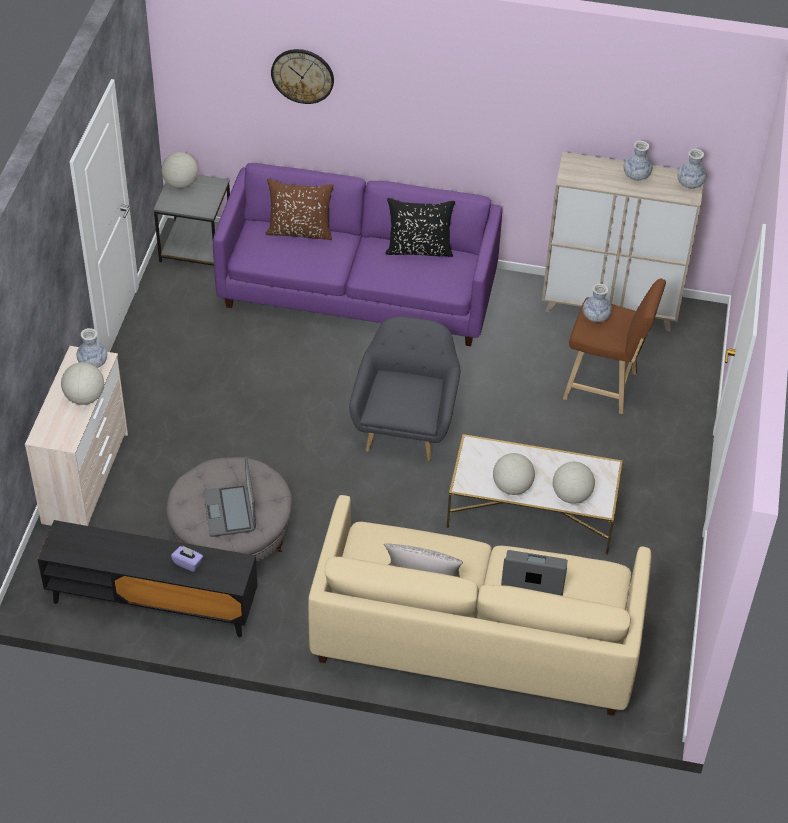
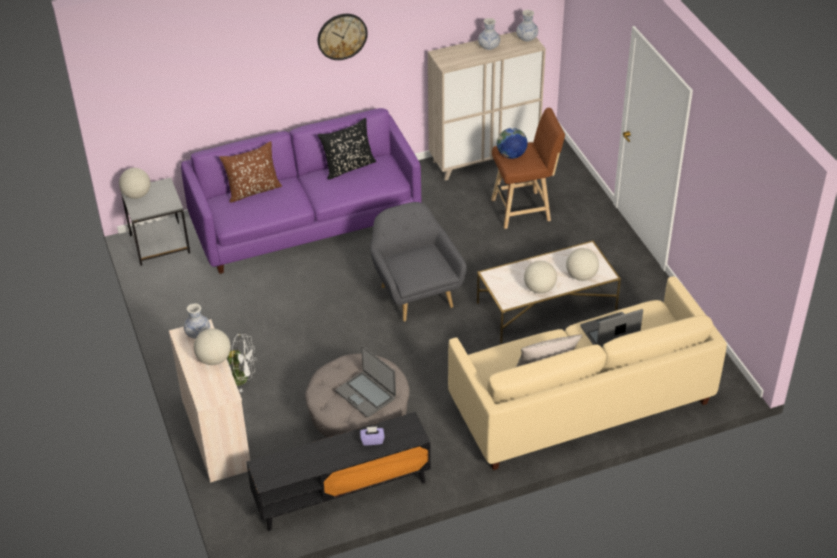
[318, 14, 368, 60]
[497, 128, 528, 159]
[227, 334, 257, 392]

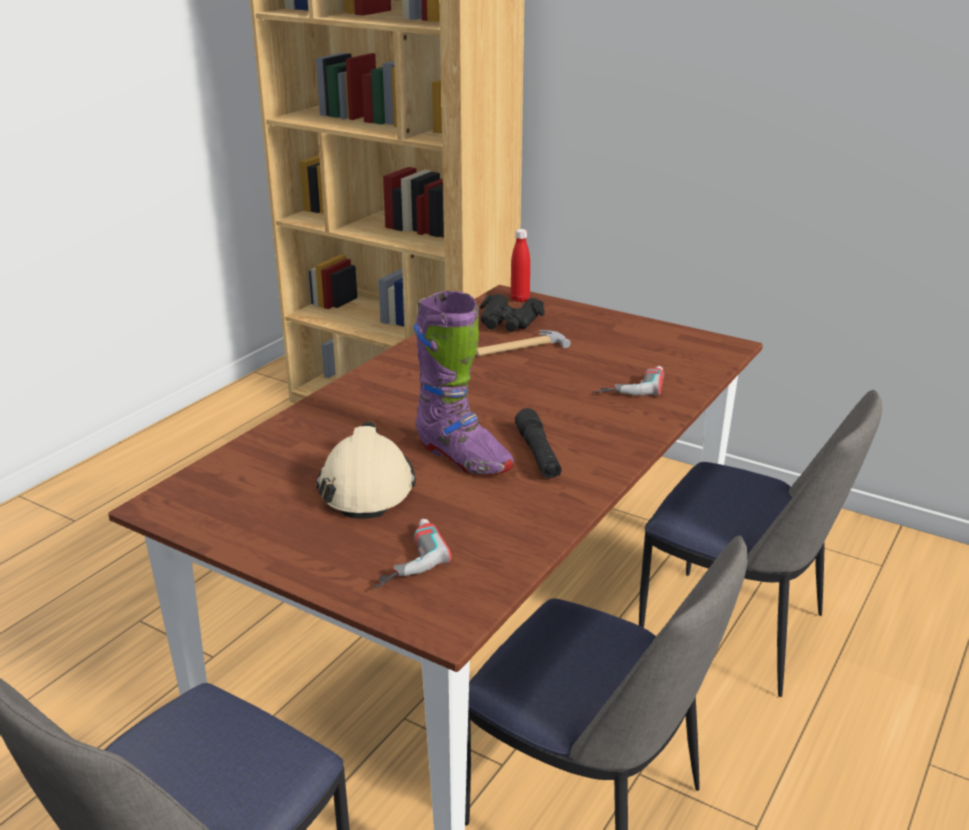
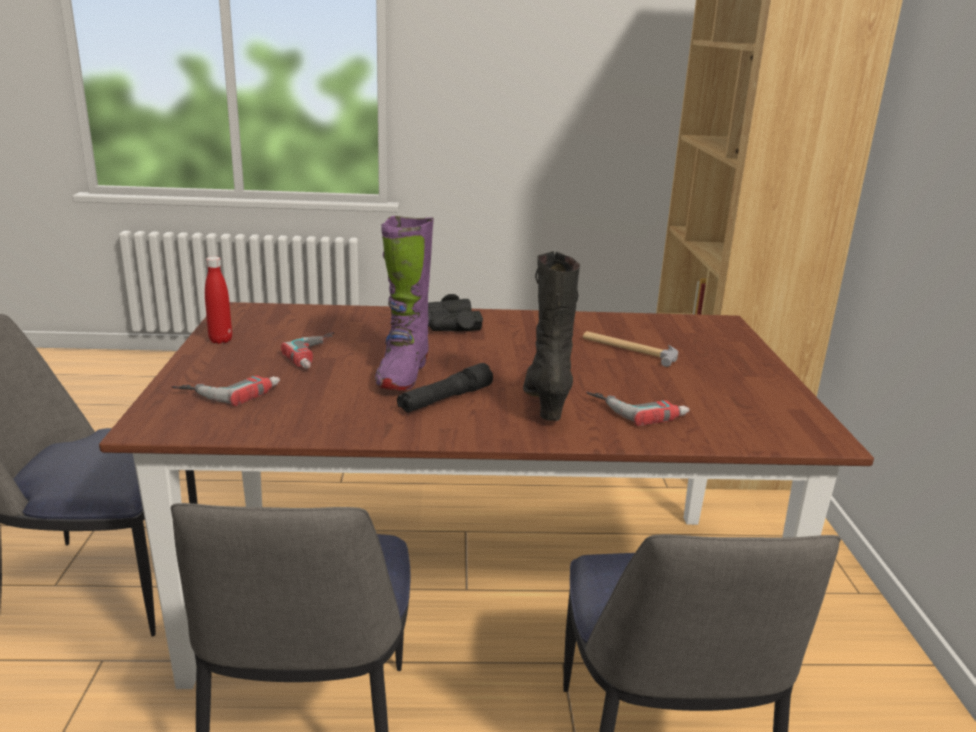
[281, 332, 335, 369]
[428, 294, 483, 331]
[205, 257, 232, 344]
[523, 251, 580, 421]

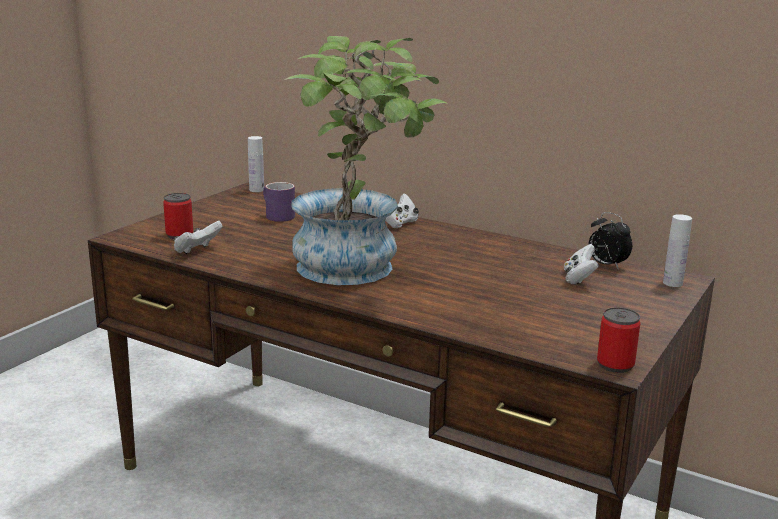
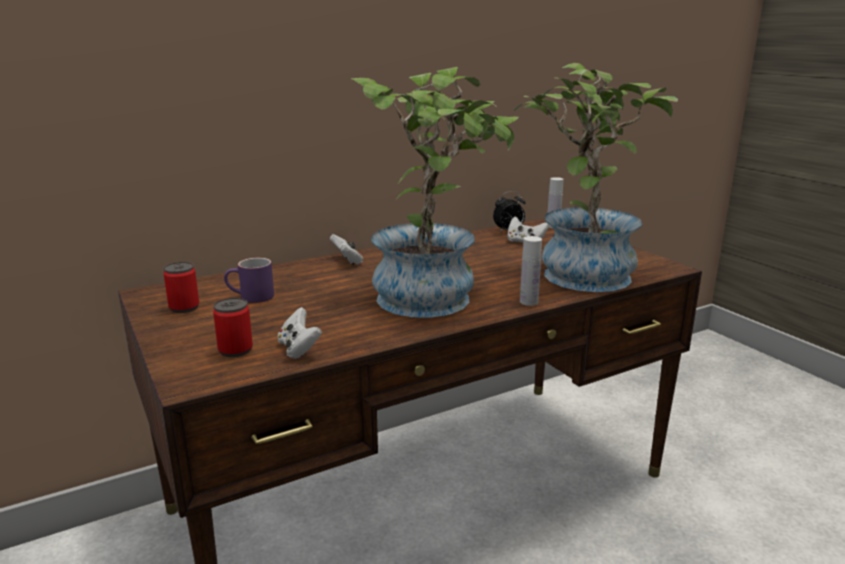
[520, 236, 542, 306]
[164, 262, 199, 313]
[514, 63, 678, 292]

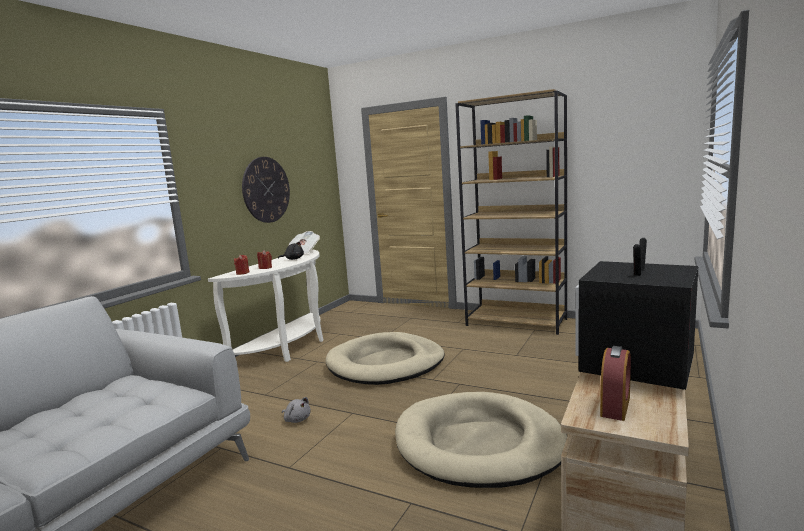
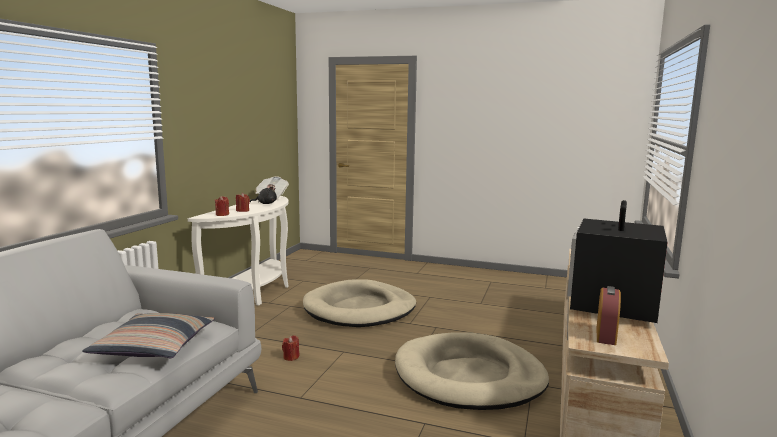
[242, 157, 290, 223] (first image)
[282, 335, 299, 361]
[456, 89, 567, 335] (first image)
[82, 313, 214, 358]

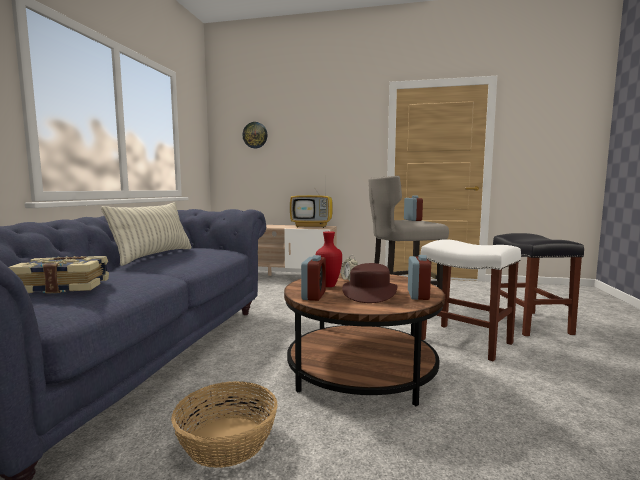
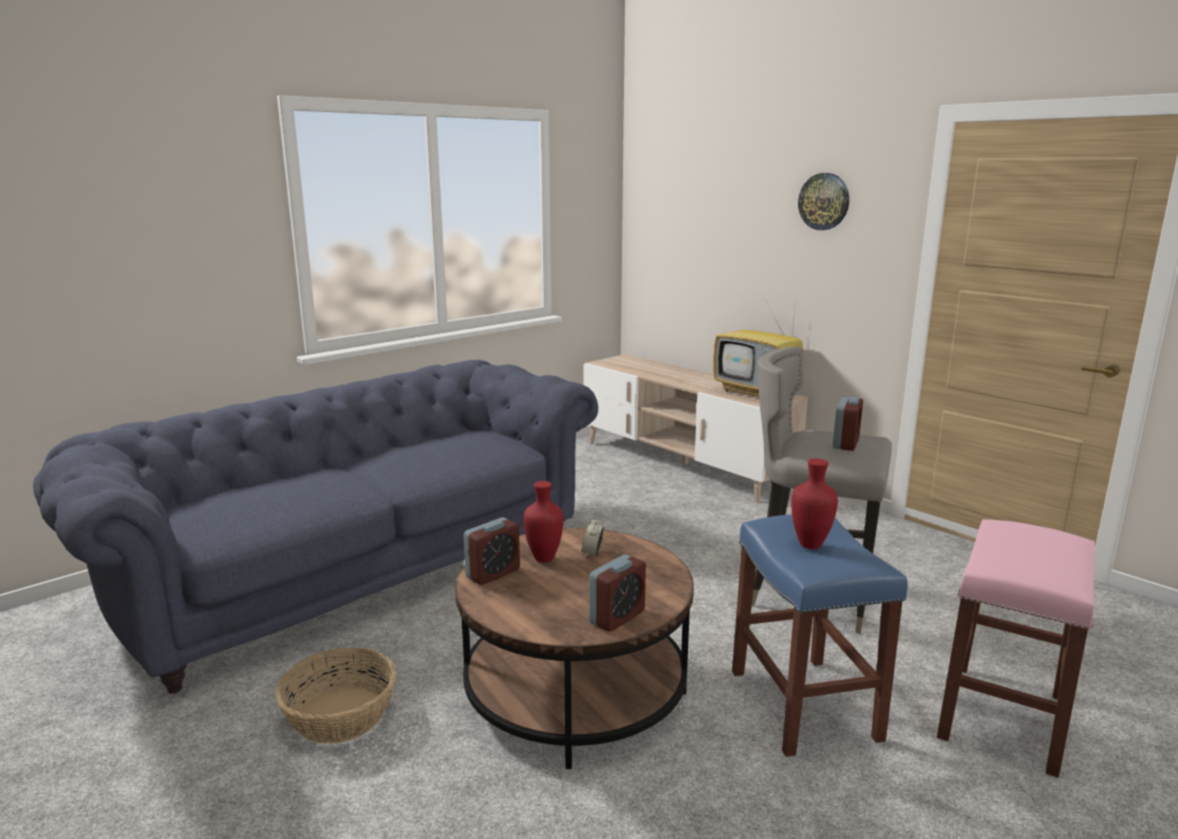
[9, 256, 109, 294] (first image)
[101, 202, 192, 266] (first image)
[798, 173, 849, 230]
[342, 263, 397, 303] (first image)
[732, 514, 908, 757]
[937, 519, 1095, 778]
[791, 458, 838, 549]

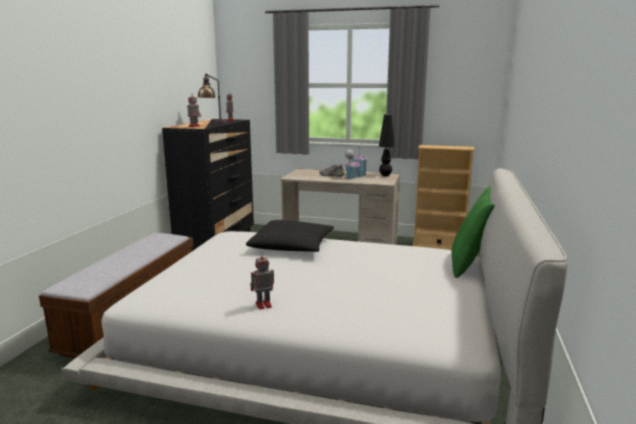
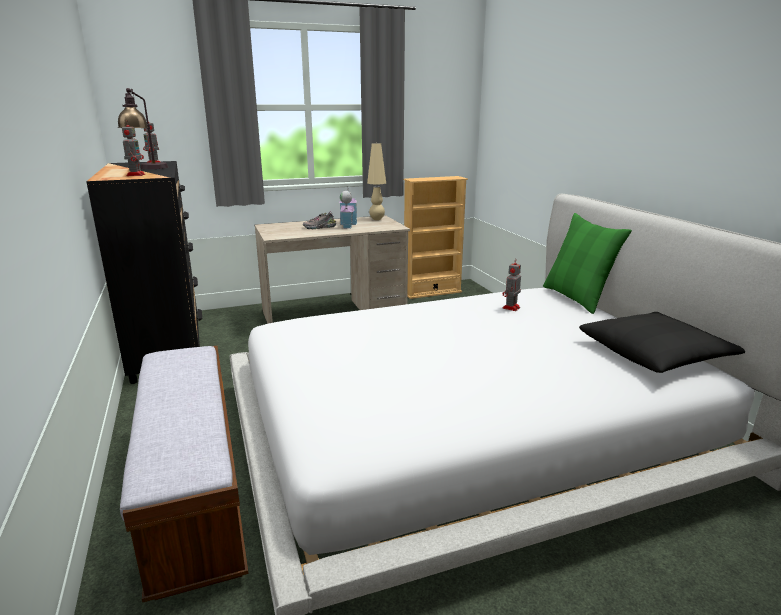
[579, 312, 745, 373]
[503, 258, 521, 311]
[367, 143, 386, 220]

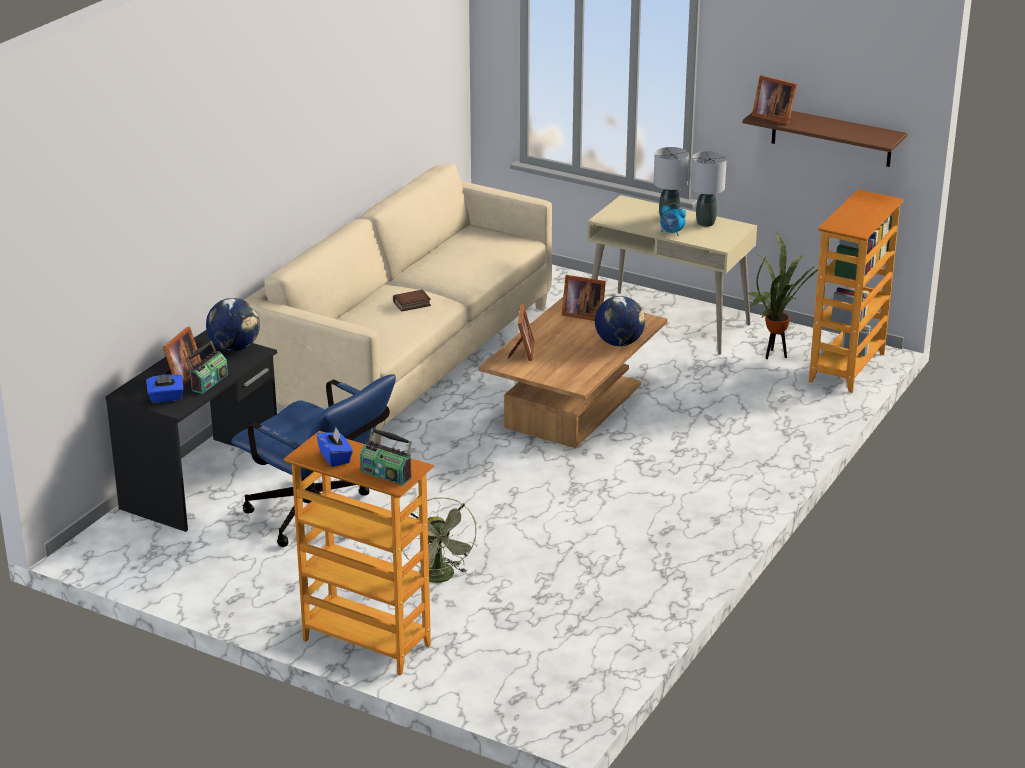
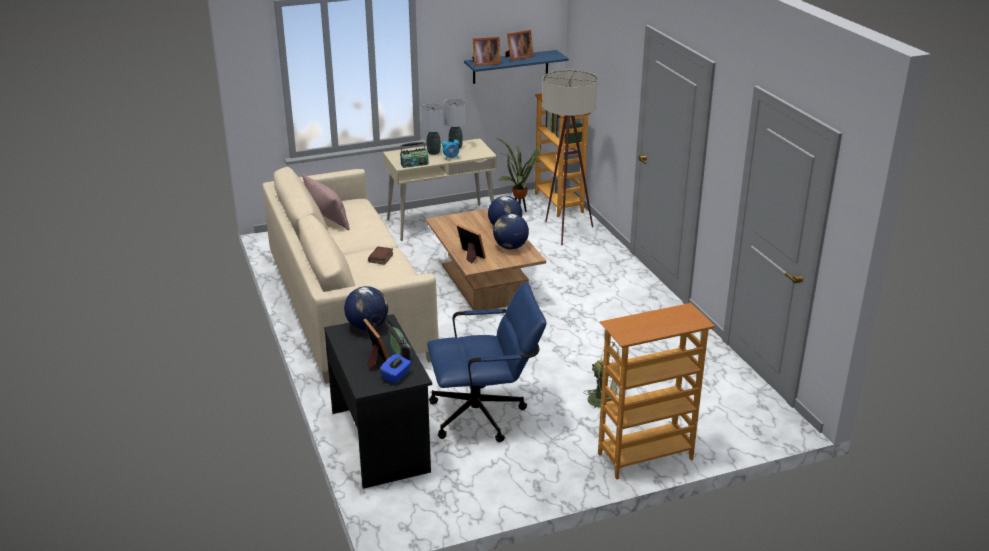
[317, 428, 353, 467] (first image)
[400, 142, 428, 168]
[505, 30, 534, 61]
[464, 50, 569, 84]
[302, 174, 350, 230]
[493, 214, 529, 249]
[543, 70, 598, 245]

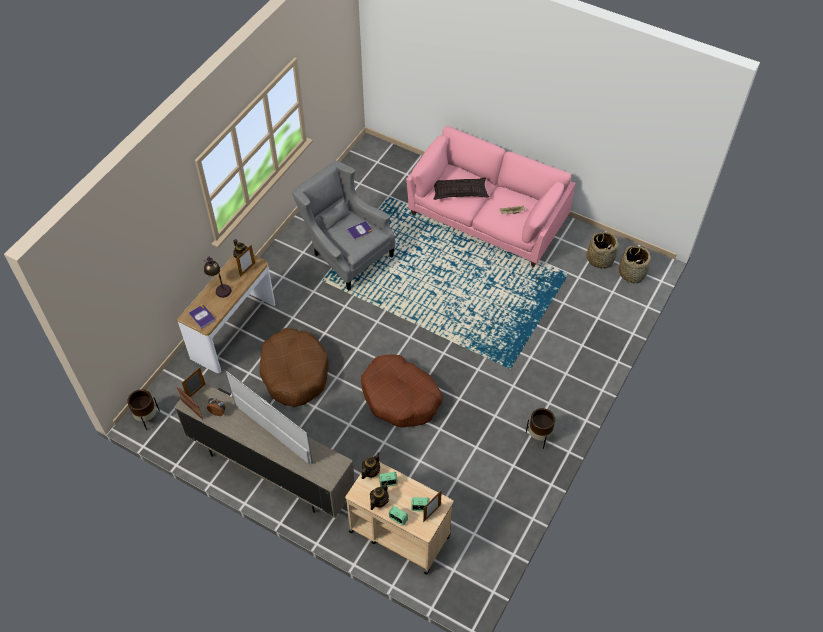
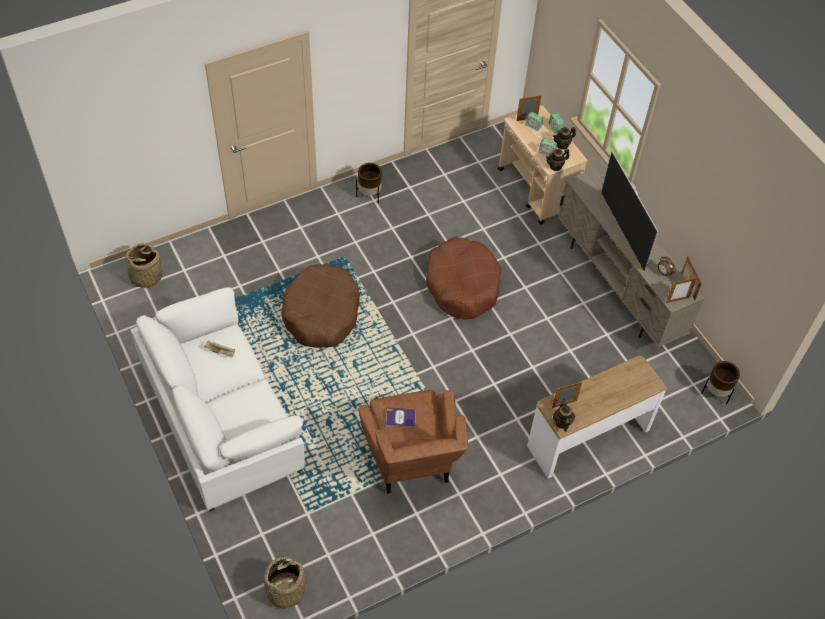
[188, 305, 215, 329] (first image)
[204, 257, 231, 298] (first image)
[281, 264, 360, 348]
[358, 390, 468, 494]
[131, 287, 305, 512]
[434, 177, 489, 200] (first image)
[264, 557, 305, 609]

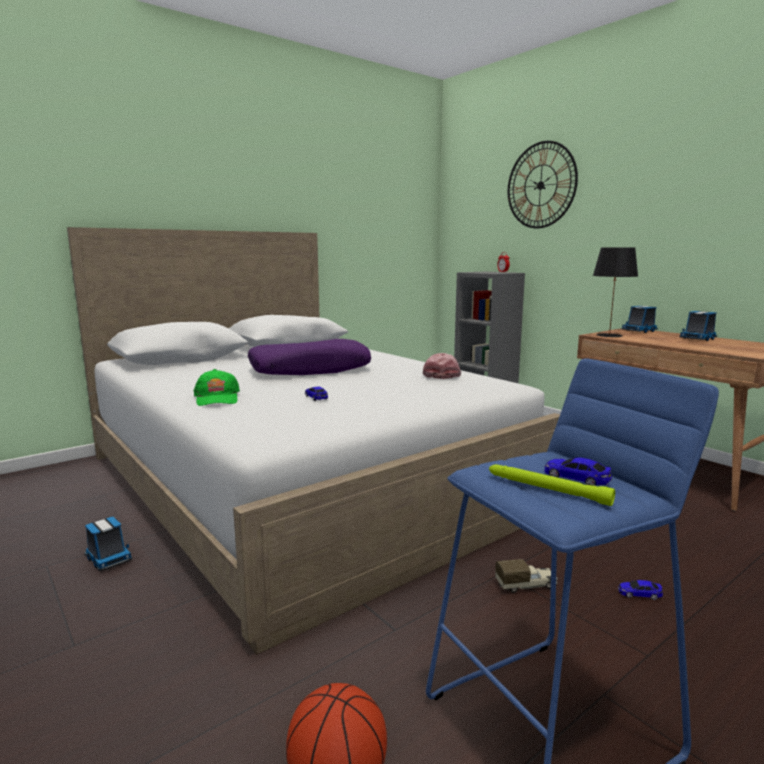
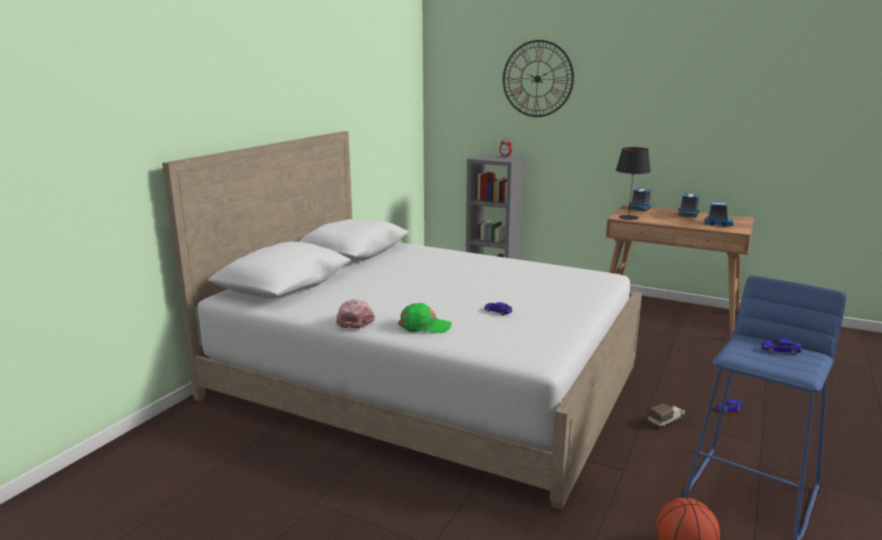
[704, 201, 734, 227]
[398, 303, 452, 333]
[248, 339, 371, 375] (first image)
[336, 299, 375, 329]
[489, 464, 615, 506] (first image)

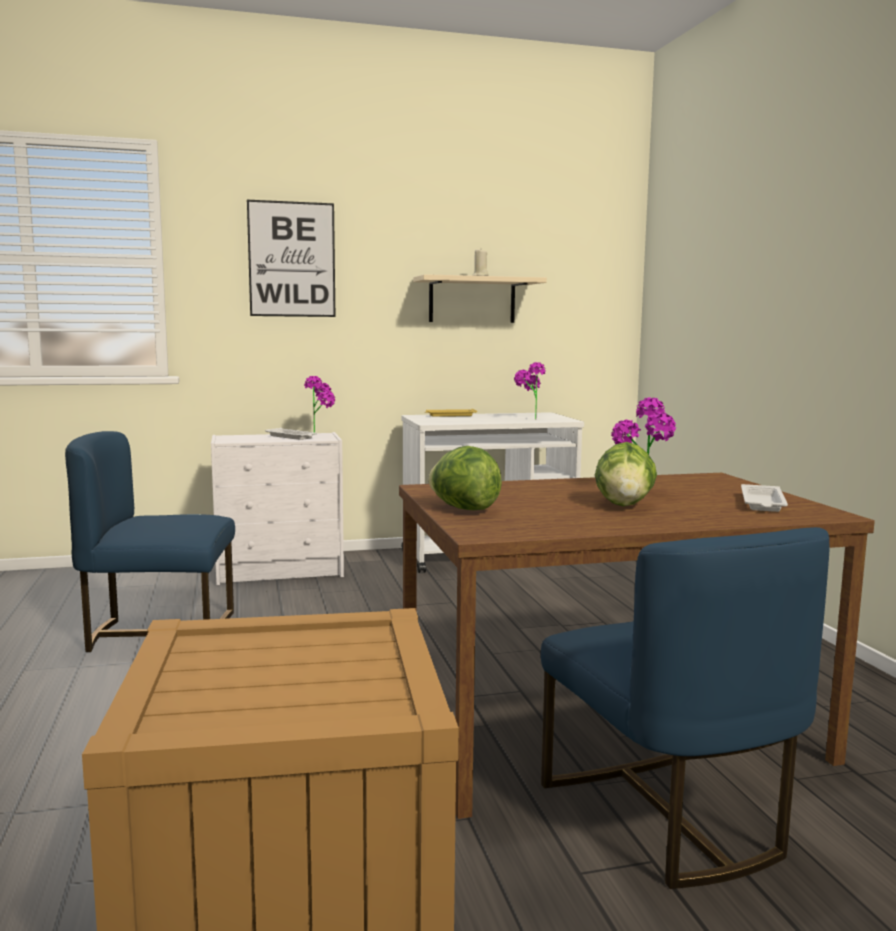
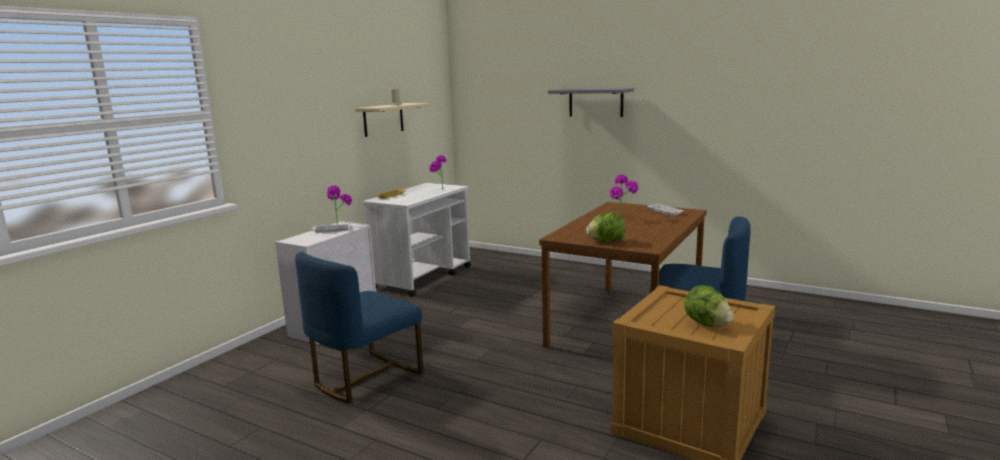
[247, 200, 335, 317] (first image)
[684, 285, 734, 327]
[548, 88, 634, 117]

